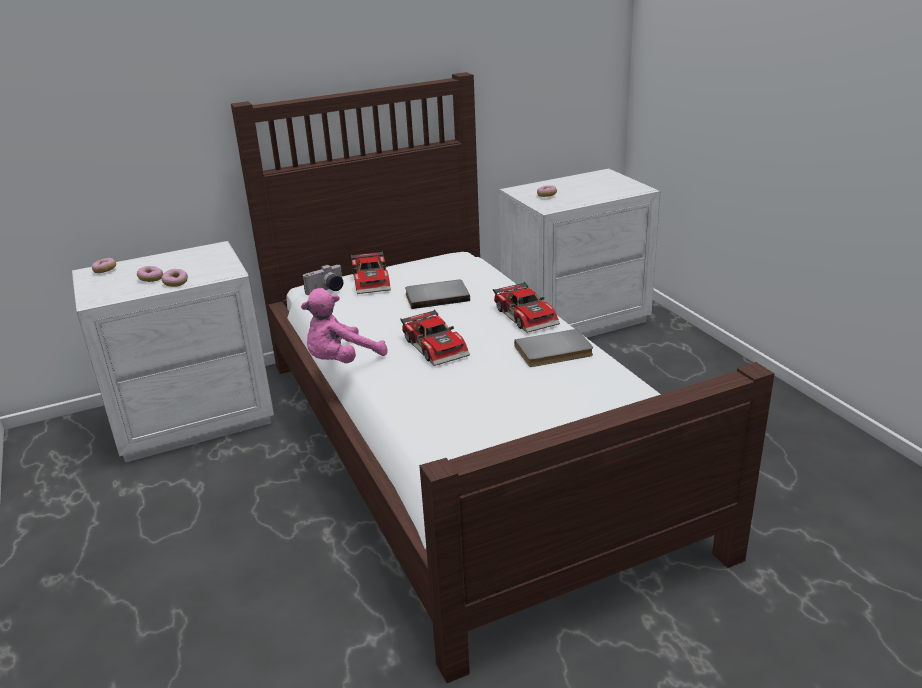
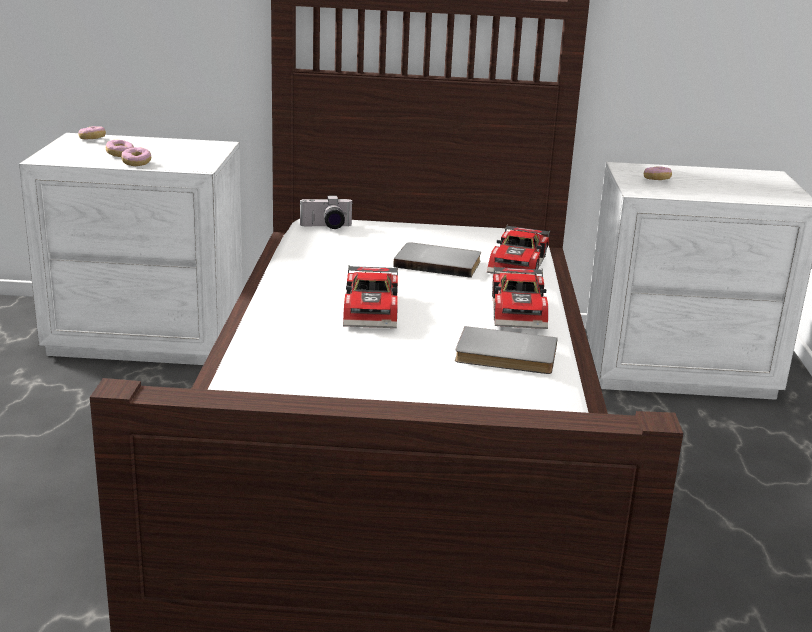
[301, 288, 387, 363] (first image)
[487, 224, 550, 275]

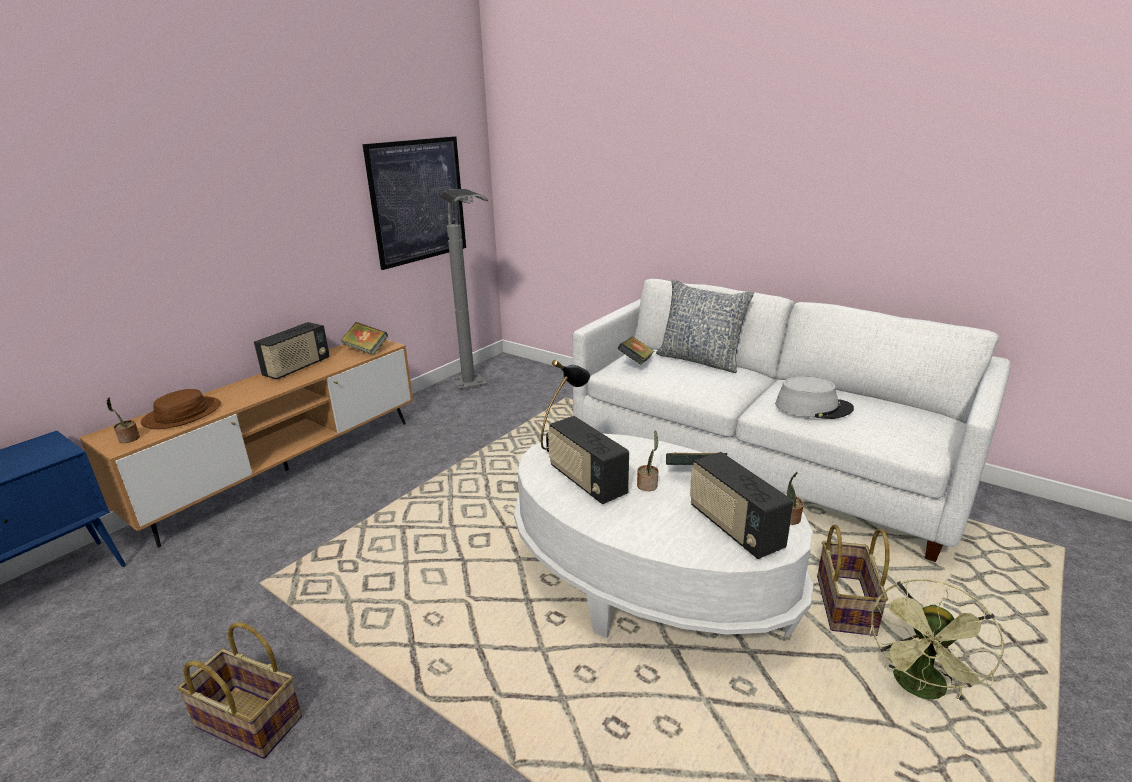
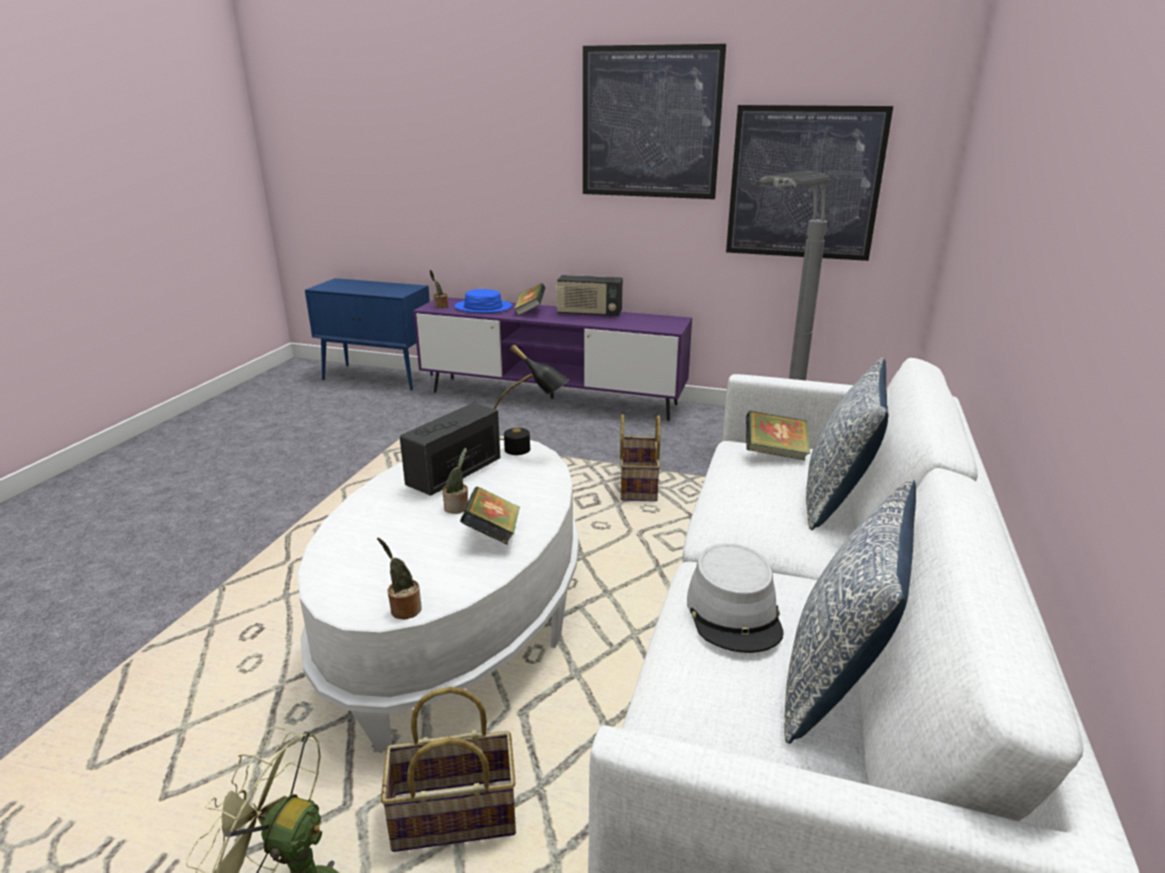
[413, 297, 692, 421]
[455, 289, 512, 313]
[620, 414, 661, 501]
[514, 283, 545, 316]
[690, 452, 794, 559] (first image)
[583, 44, 726, 199]
[784, 479, 916, 744]

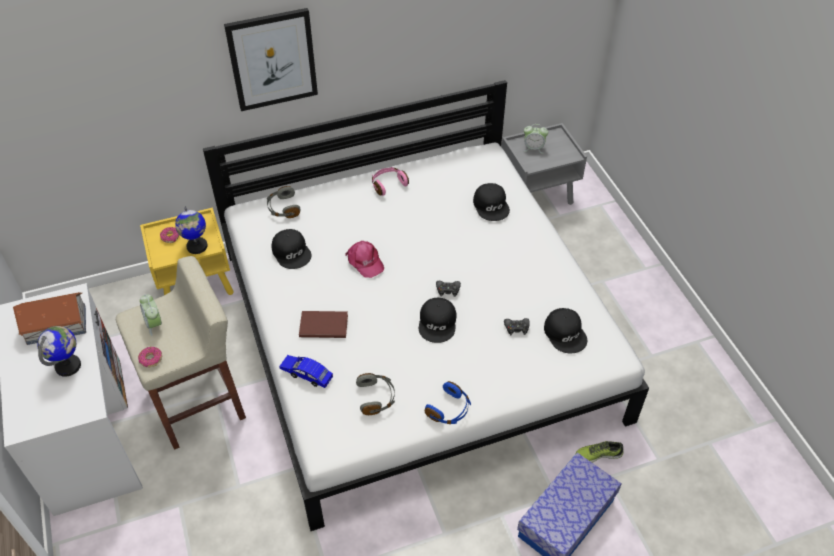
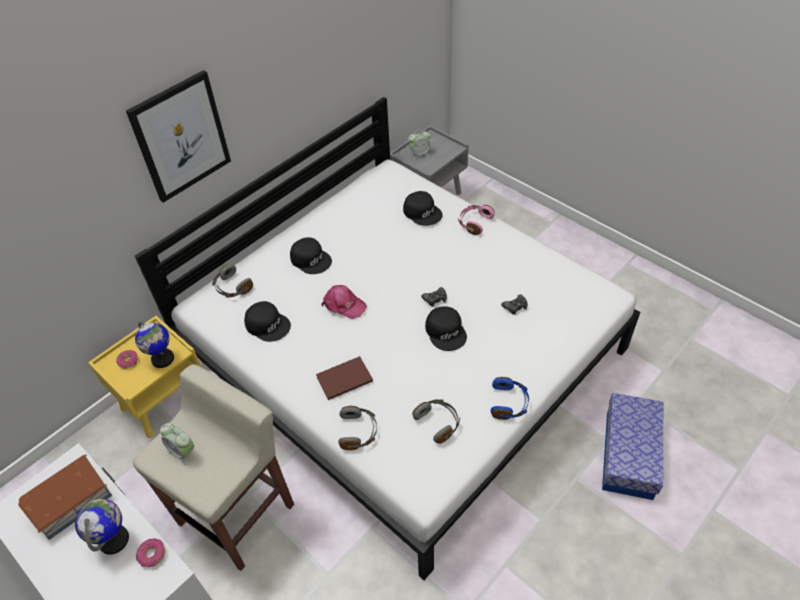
[136, 538, 166, 567]
[338, 406, 377, 450]
[458, 205, 495, 235]
[290, 238, 332, 274]
[575, 441, 624, 463] (first image)

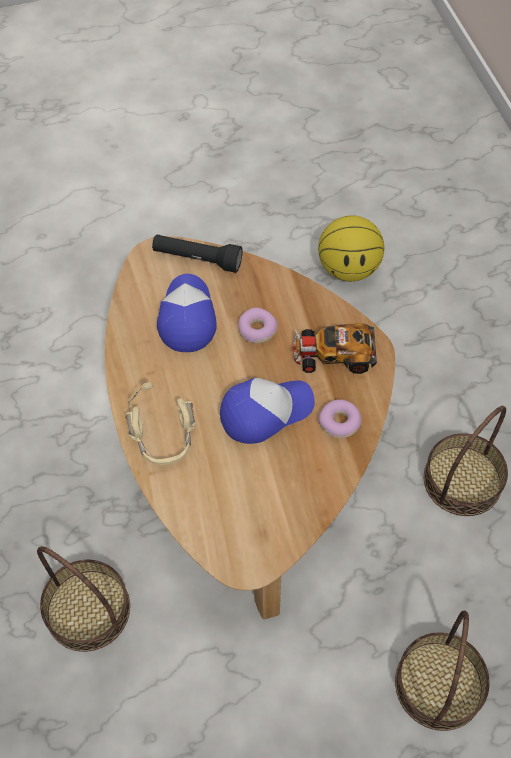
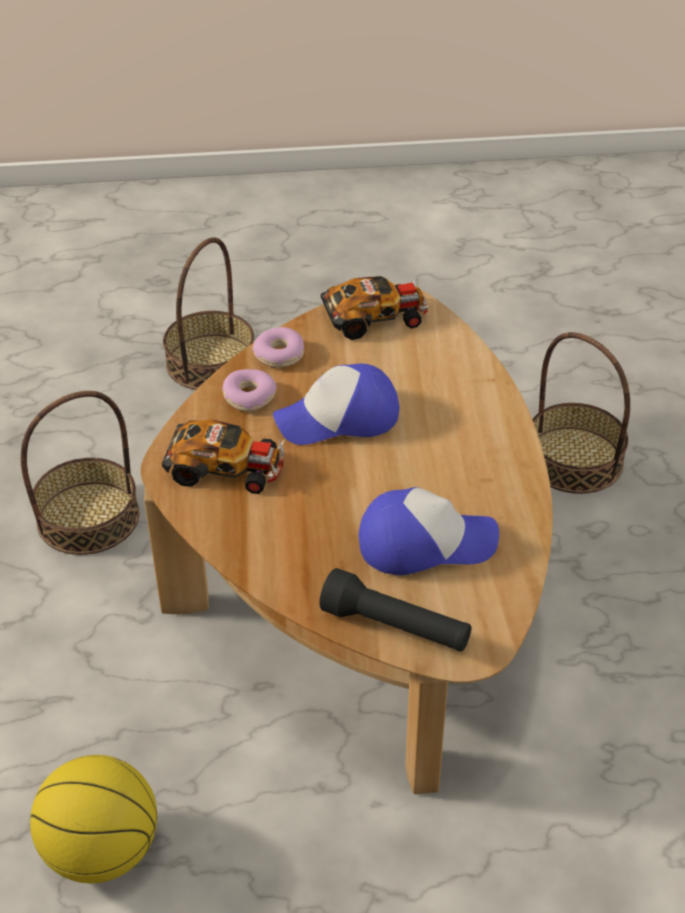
[125, 382, 197, 465] (first image)
[359, 487, 499, 575]
[253, 327, 304, 368]
[321, 276, 430, 340]

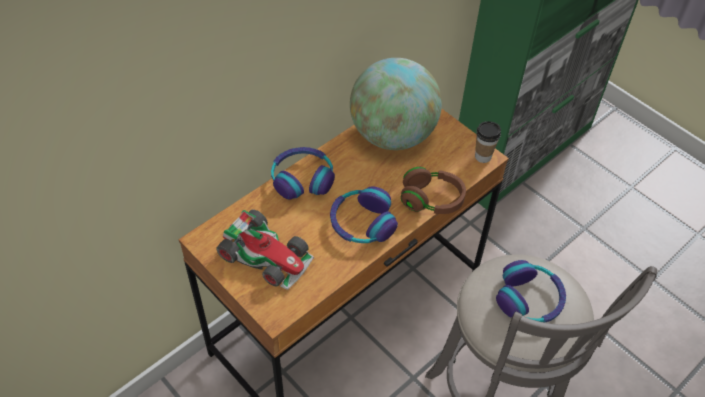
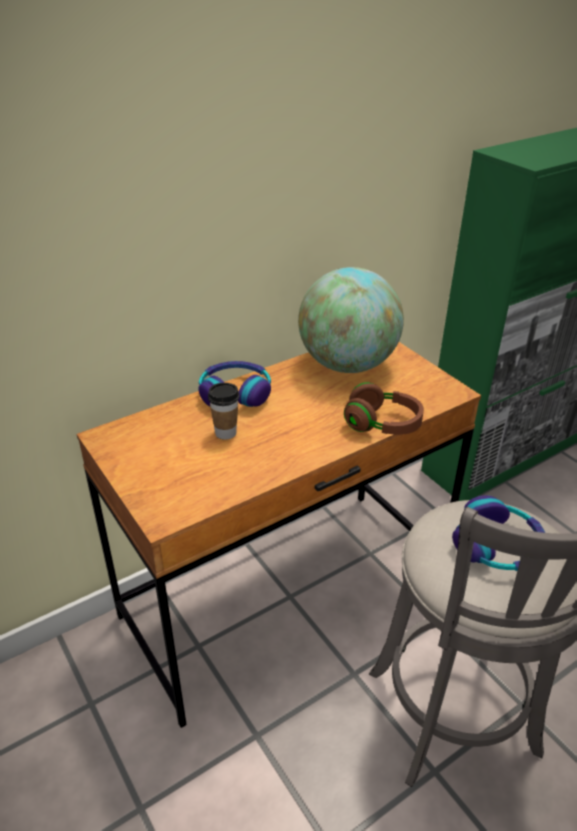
[217, 210, 315, 290] (first image)
[330, 186, 398, 243] (first image)
[208, 383, 239, 440]

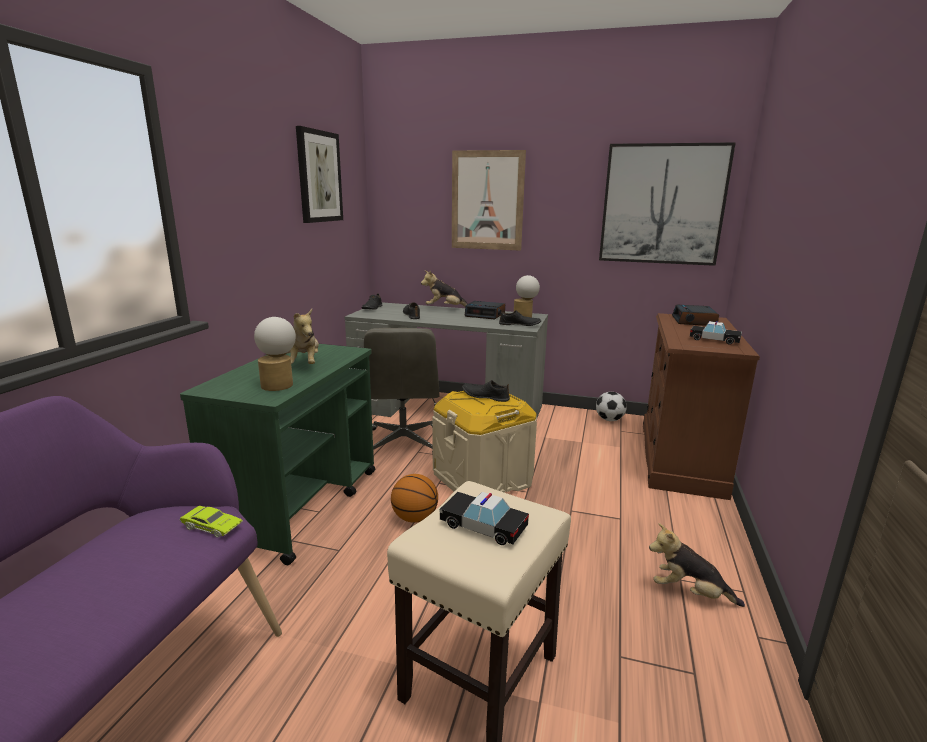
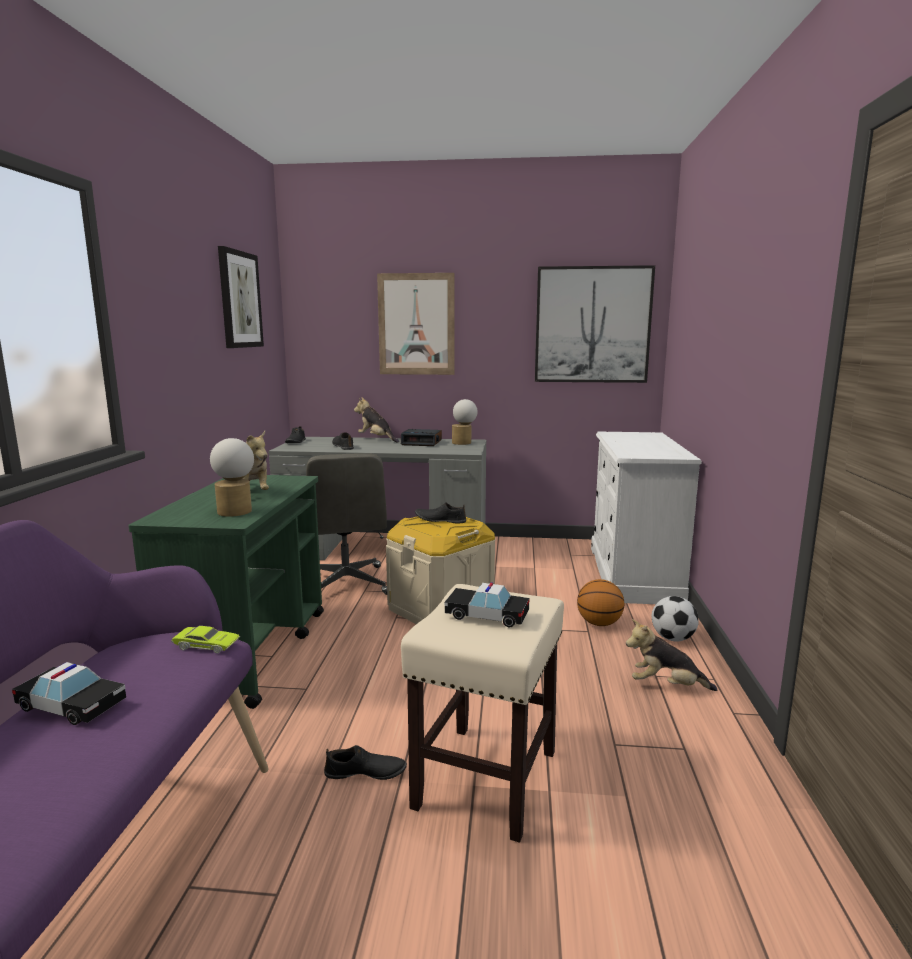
[577, 579, 624, 626]
[354, 397, 399, 443]
[324, 745, 407, 780]
[652, 596, 699, 642]
[591, 431, 702, 604]
[672, 305, 719, 326] (first image)
[12, 662, 126, 725]

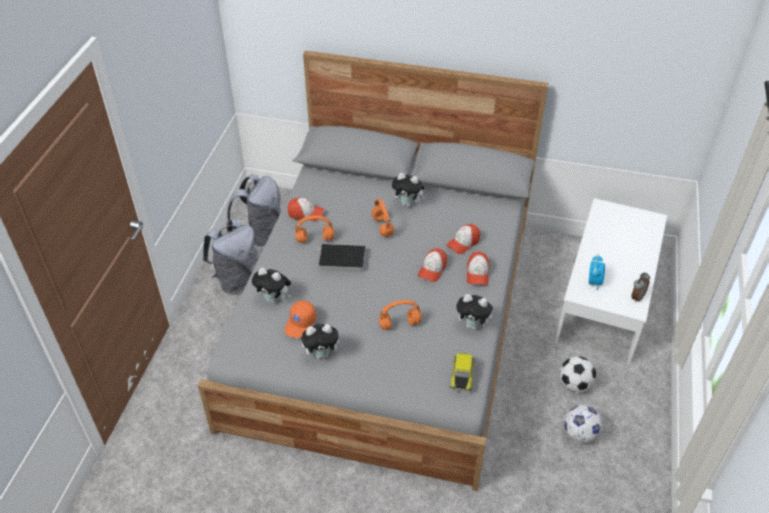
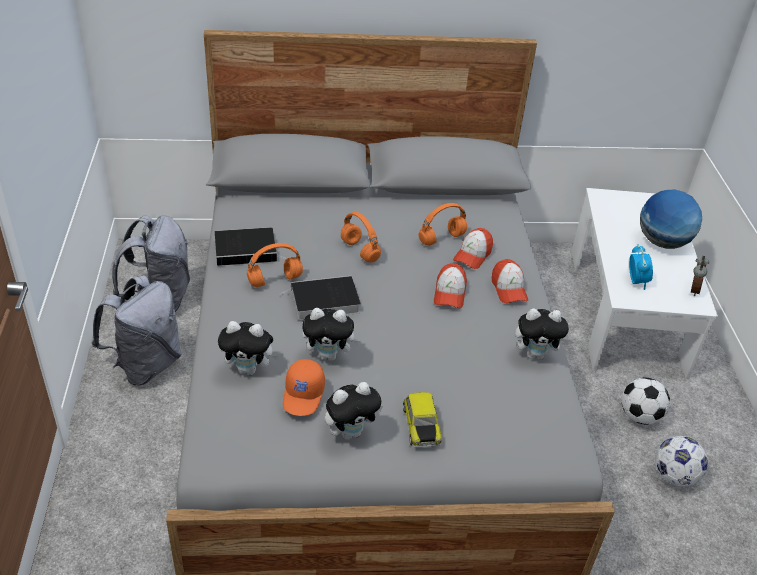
[215, 227, 288, 266]
[419, 203, 467, 246]
[302, 308, 361, 361]
[403, 392, 442, 448]
[640, 189, 702, 249]

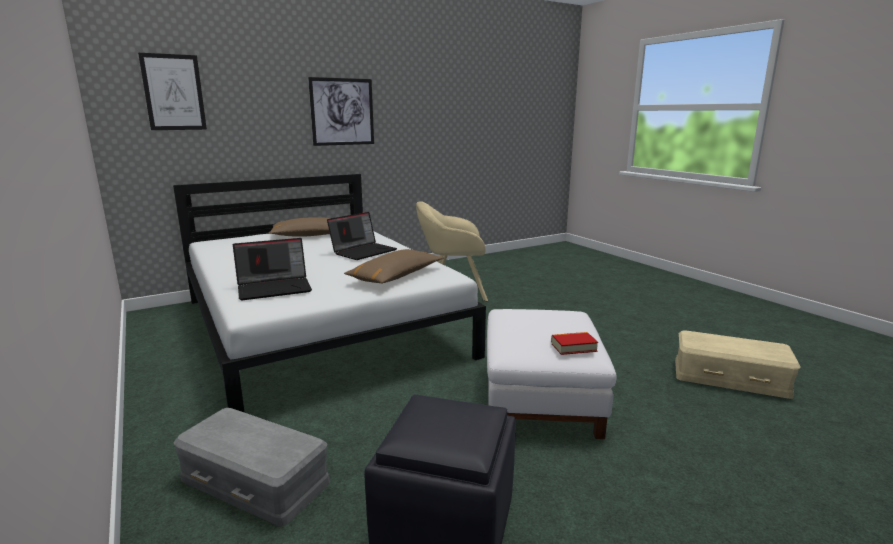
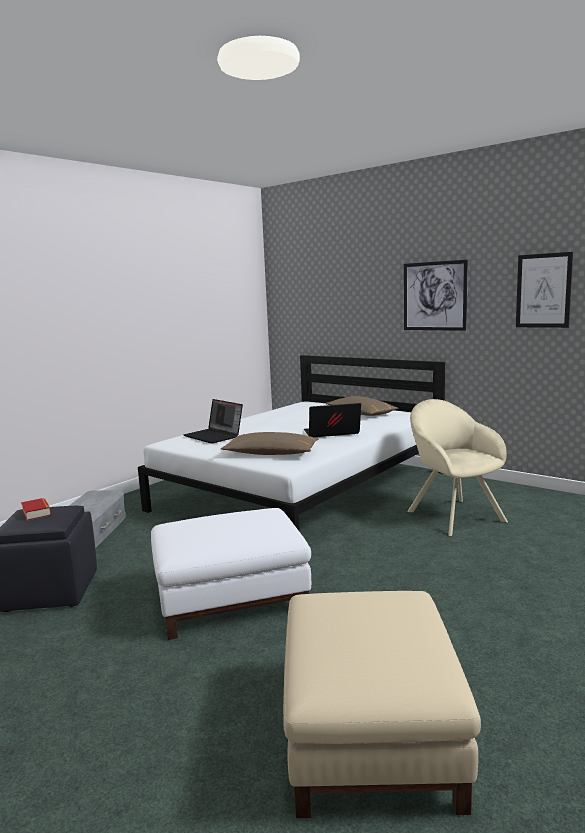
[516, 252, 573, 328]
[304, 403, 361, 437]
[21, 498, 51, 521]
[283, 591, 481, 818]

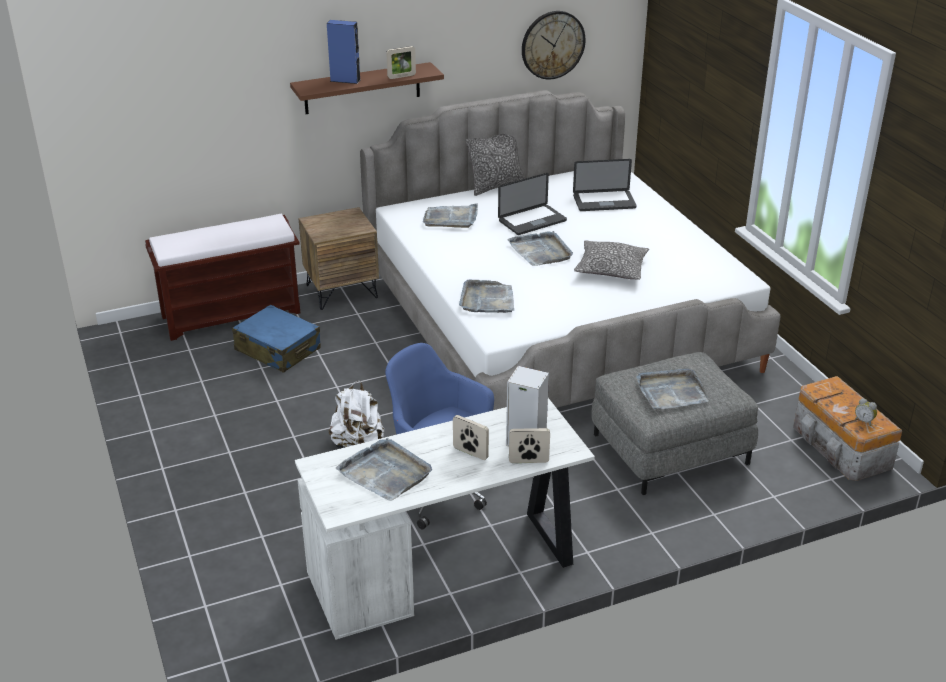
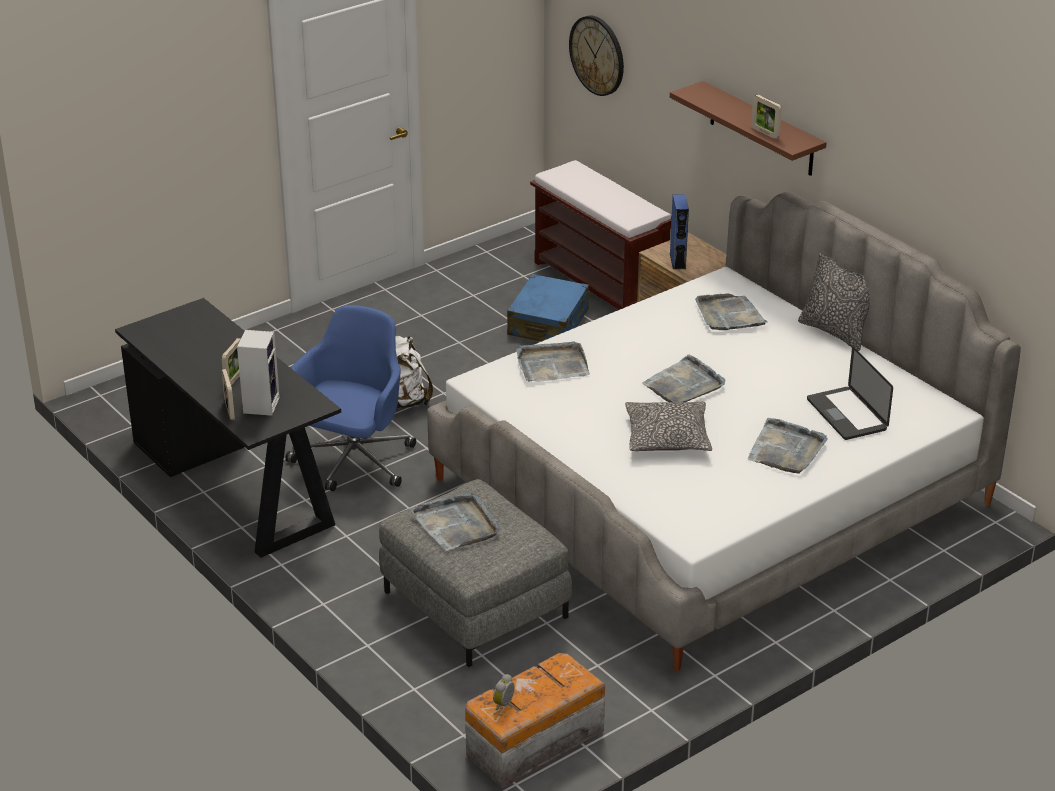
[115, 298, 341, 558]
[670, 194, 689, 270]
[747, 418, 828, 474]
[498, 173, 567, 235] (first image)
[569, 15, 624, 96]

